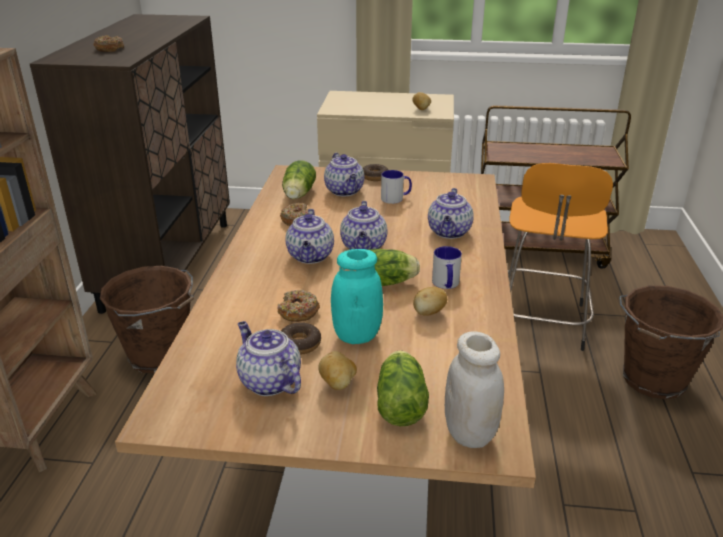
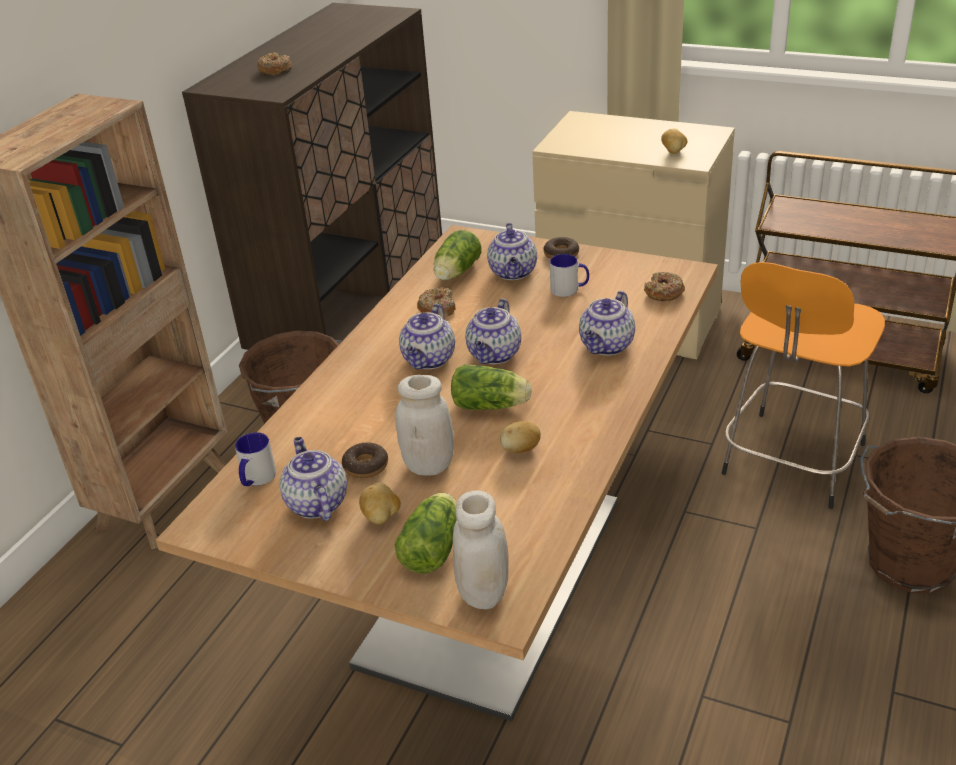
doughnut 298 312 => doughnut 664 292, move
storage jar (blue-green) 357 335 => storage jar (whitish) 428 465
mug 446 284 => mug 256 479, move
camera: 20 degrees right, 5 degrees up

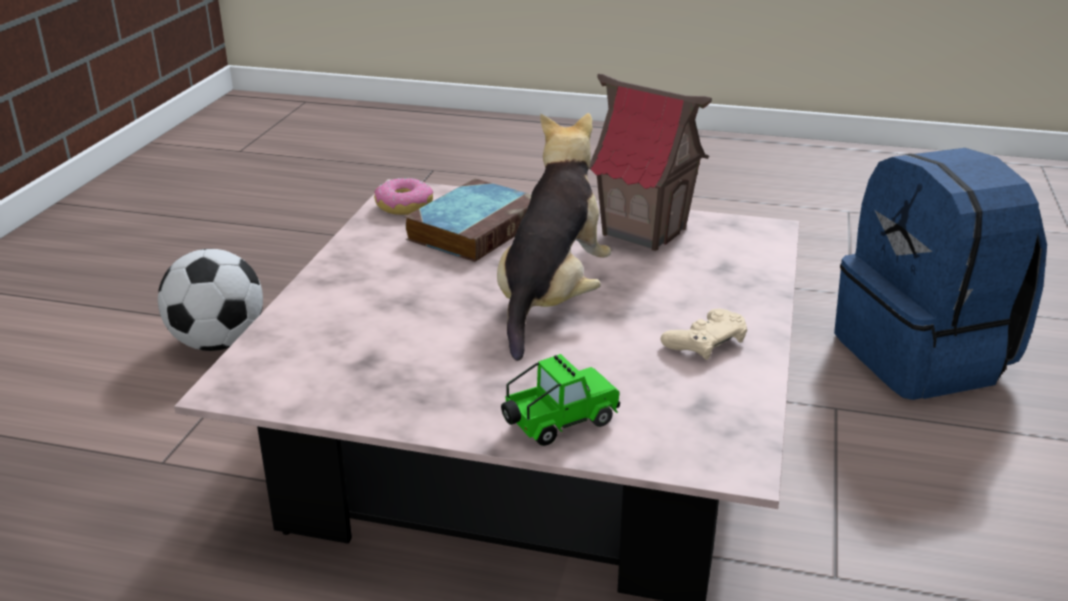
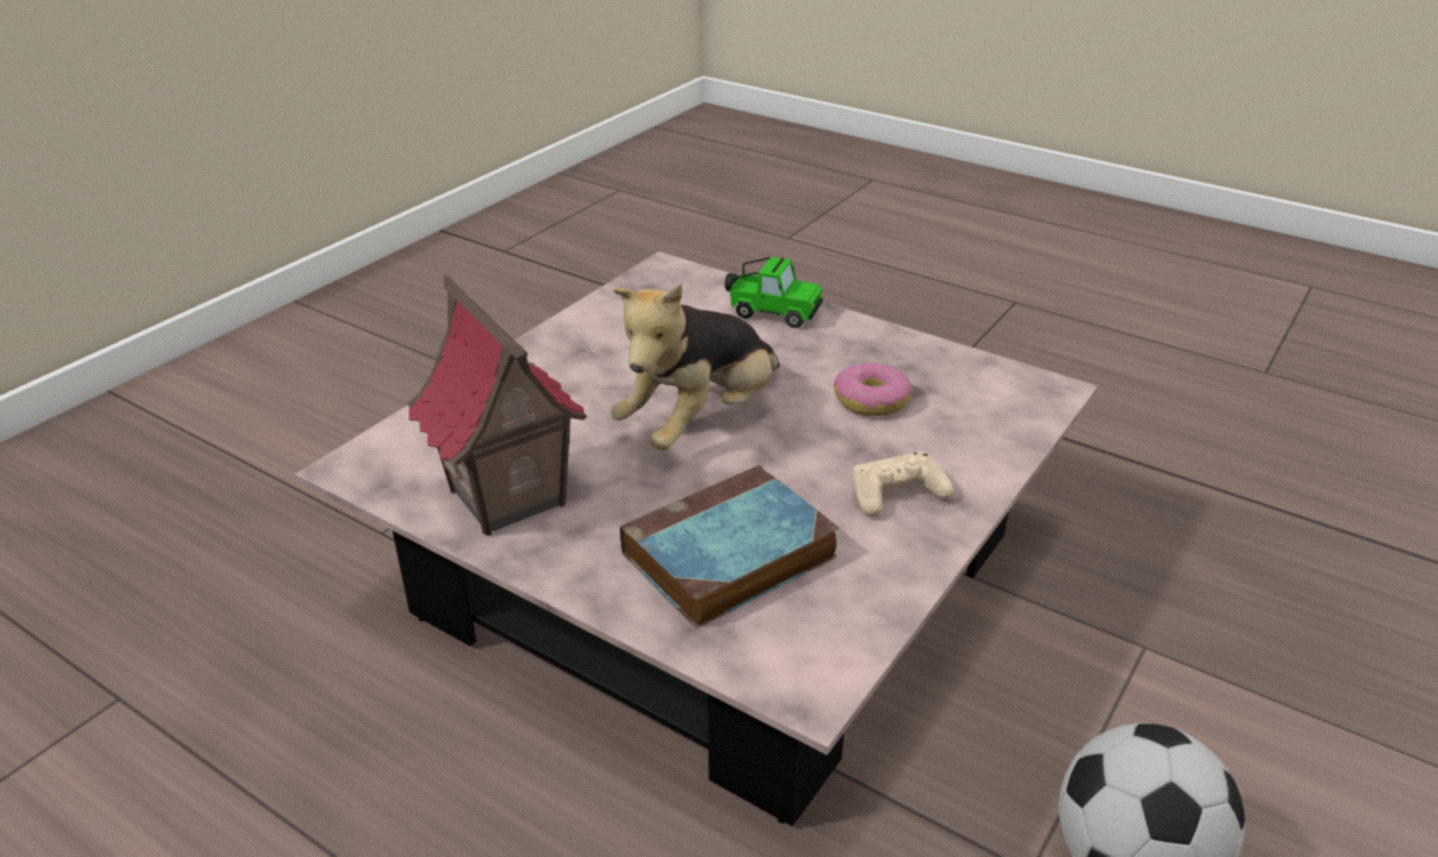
doughnut 404 206 => doughnut 871 401, move
miniature car 557 423 => miniature car 771 313, 150 degrees counterclockwise
gamepad (sand-coloured) 705 342 => gamepad (sand-coloured) 896 493, move
rucksack (blue) 924 356 => nothing
camera: 160 degrees left, 5 degrees up

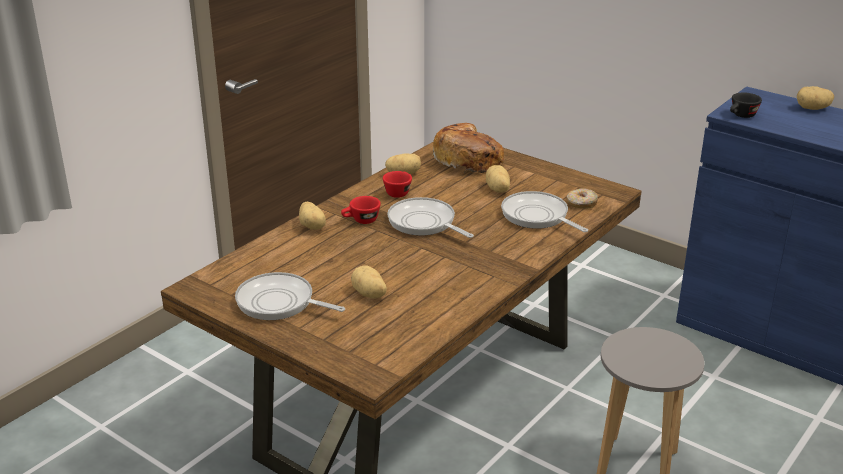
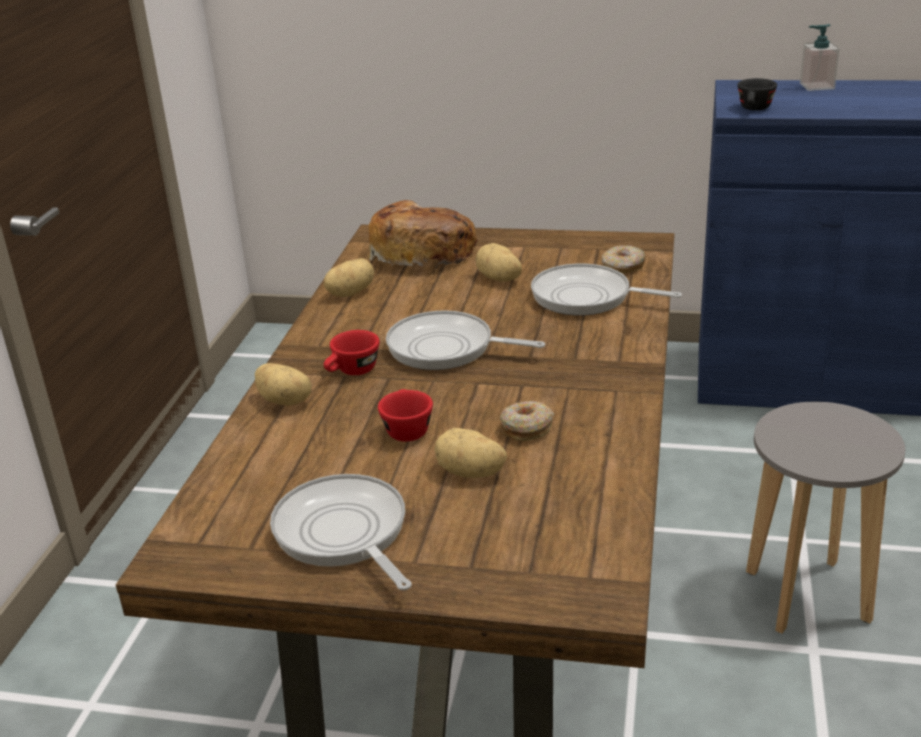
skillet 279 303 => skillet 344 534, 60 degrees clockwise
small cup (red-coloured) 398 192 => small cup (red-coloured) 406 429, move
whole potato 812 109 => soap dispenser 816 86
nothing => doughnut 526 428
camera: 25 degrees left, 0 degrees up

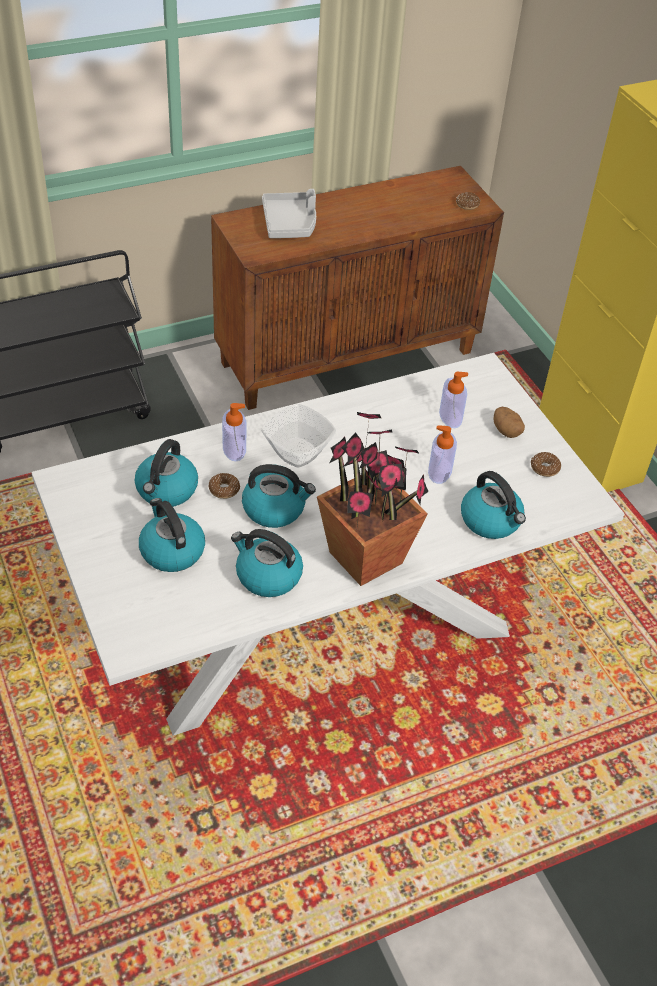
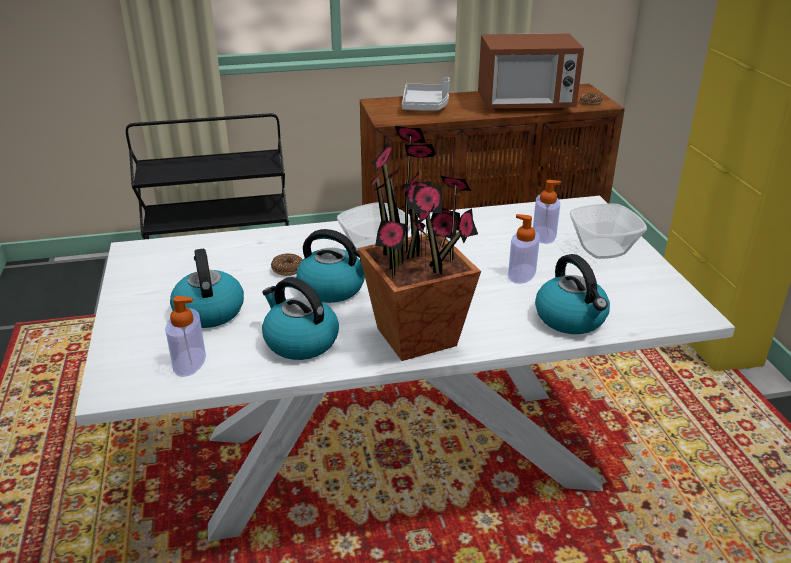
tea kettle 166 490 => nothing
soap dispenser 234 448 => soap dispenser 189 362, move
whole potato 506 431 => bowl 602 249
doughnut 545 468 => nothing
nothing => kitchen microwave 525 104
camera: 15 degrees right, 15 degrees down

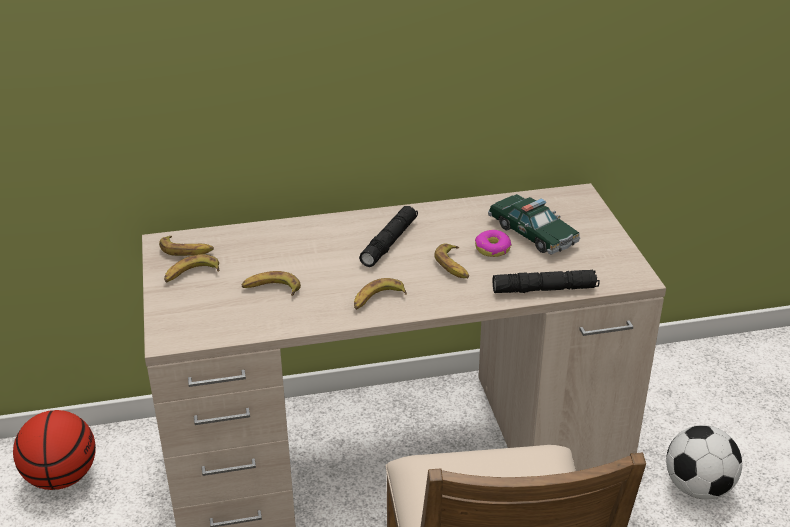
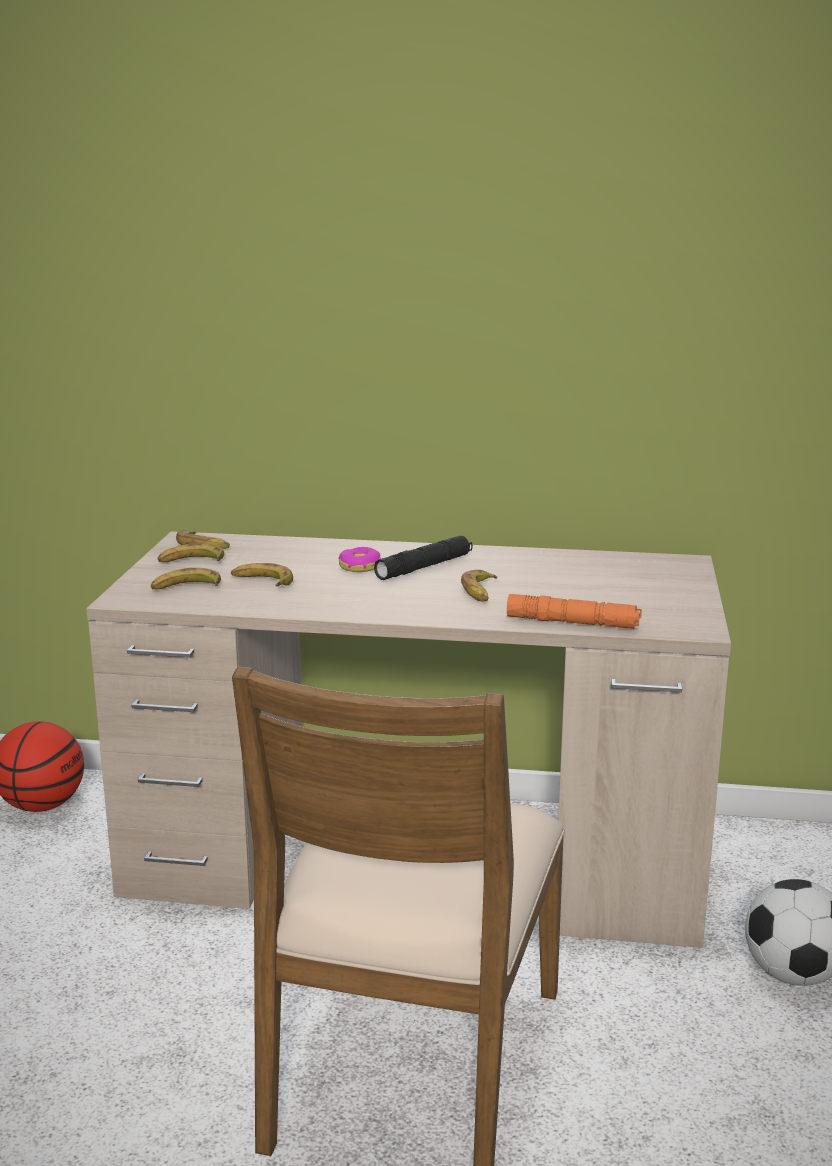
banana 378 299 => banana 186 587, move
doughnut 492 249 => doughnut 359 567, move
miniature car 532 233 => nothing
hand torch (blackish) 545 289 => hand torch (orange) 573 623
camera: 20 degrees right, 15 degrees down

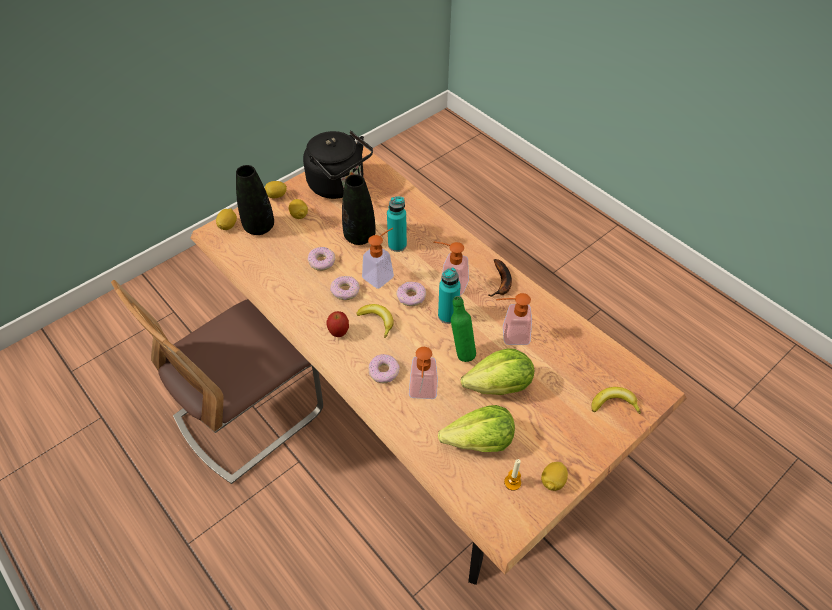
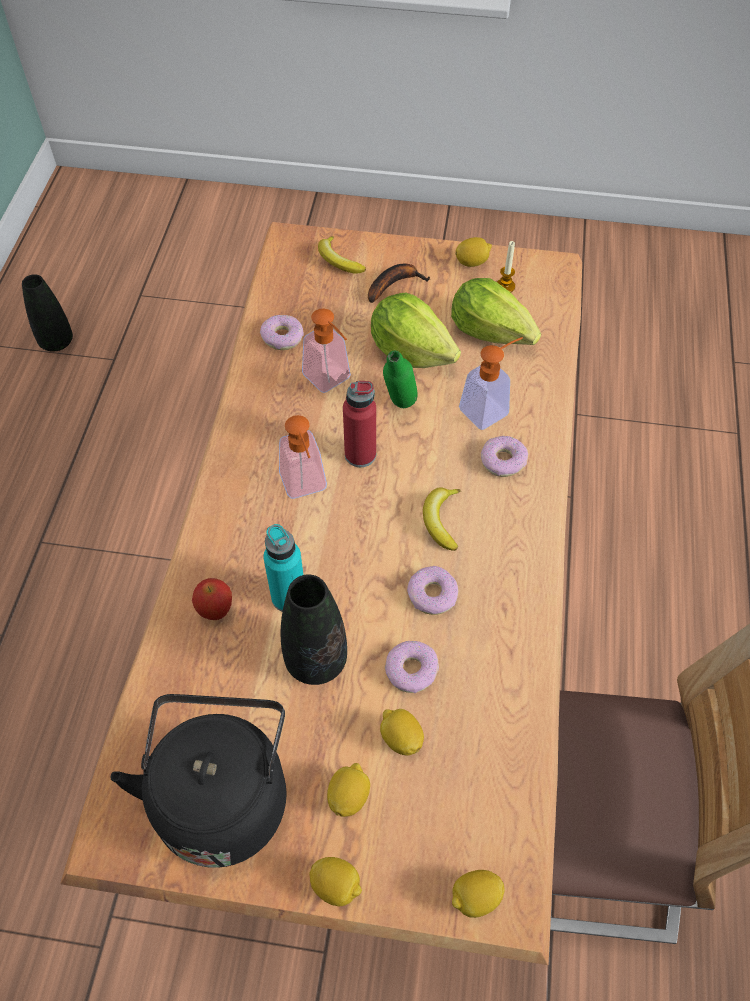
decorative vase (blackish) 259 227 => decorative vase (blackish) 56 342, move
apple fruit 339 333 => apple fruit 216 611, move
soap dispenser 381 274 => nothing
doughnut 411 297 => doughnut 282 337, move
drink bottle (blue-green) 448 315 => drink bottle (red-coloured) 360 455
banana 502 282 => banana 394 284, move
nothing => whole lemon 401 738
camera: 130 degrees left, 5 degrees up

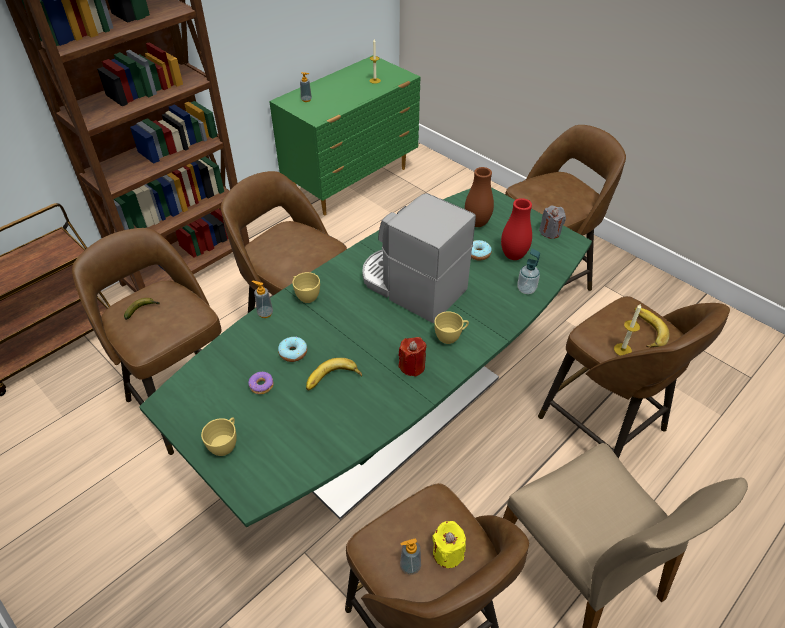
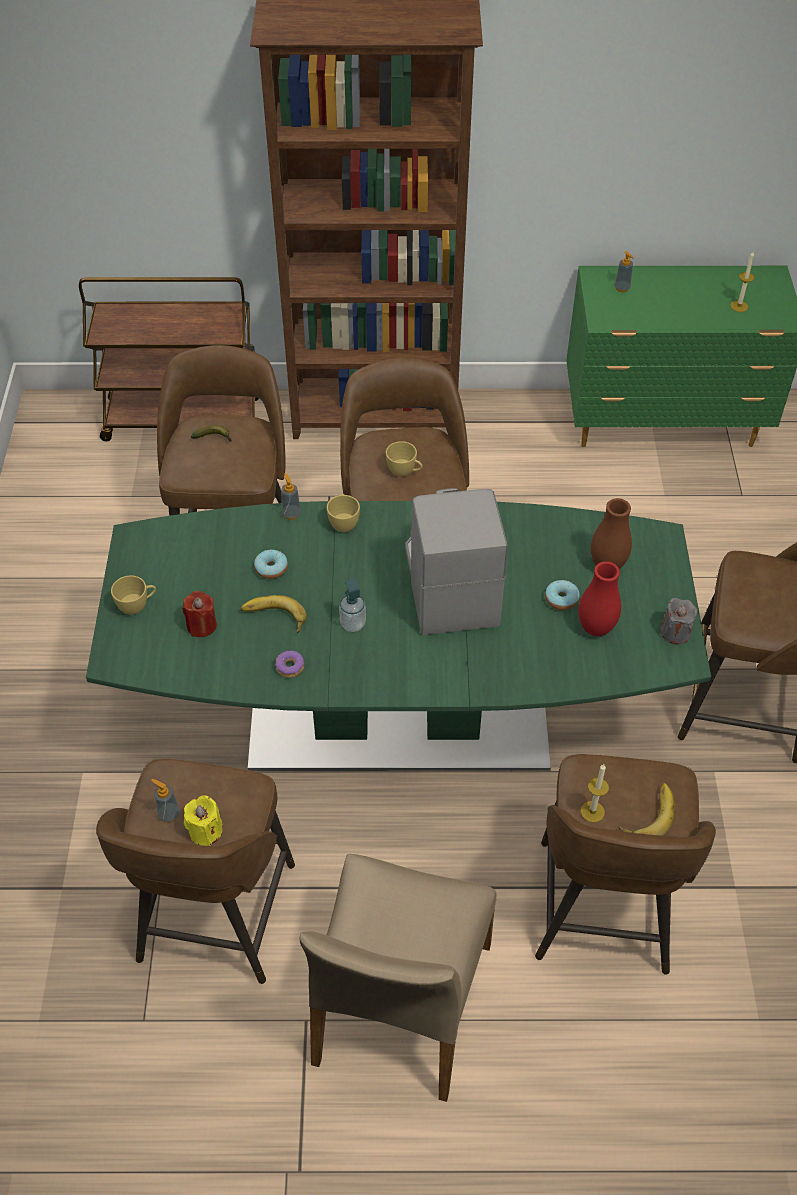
doughnut 262 386 => doughnut 290 667, move
wax candle (red-coloured) 412 366 => wax candle (red-coloured) 201 625, move
small cup (yellow-coloured) 450 337 => small cup (yellow-coloured) 404 472, move
soap dispenser 526 289 => soap dispenser 353 624, move
camera: 45 degrees right, 5 degrees up

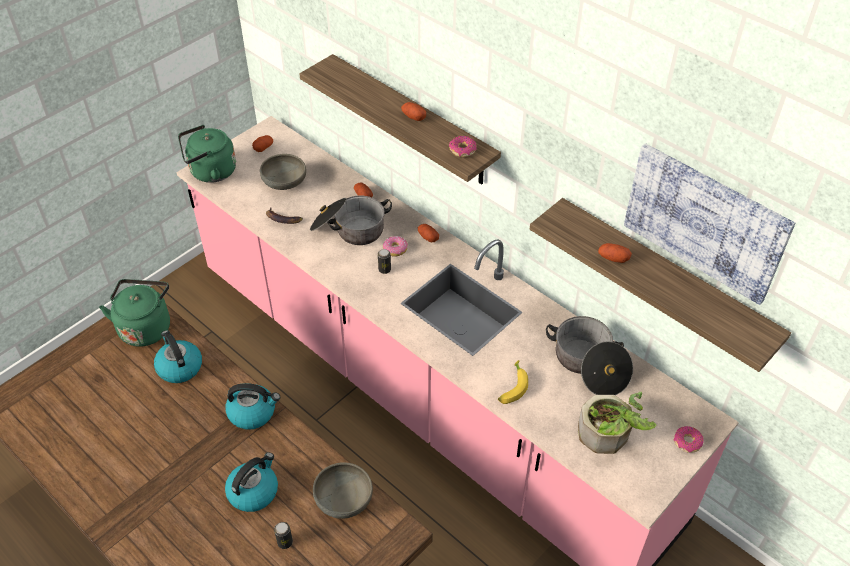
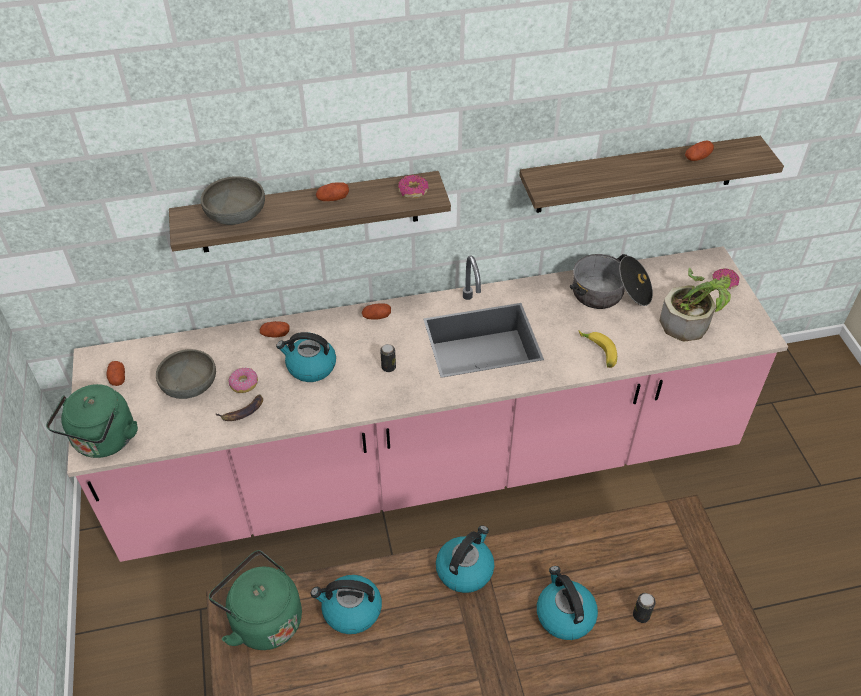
saucepot 349 229 => tea kettle 310 367
bowl (greyish) 343 499 => bowl (greyish) 236 215, move
doughnut 395 249 => doughnut 244 383, move
whole potato 613 258 => whole potato 697 157, move
wall art 705 222 => nothing
camera: 55 degrees left, 0 degrees up

